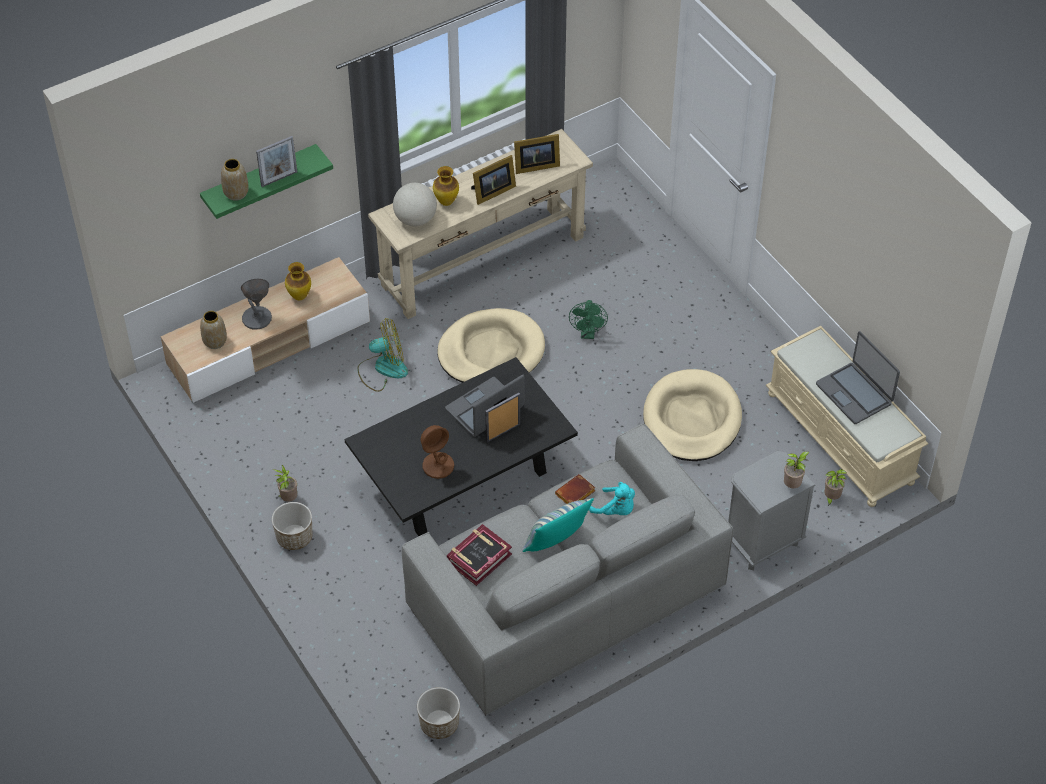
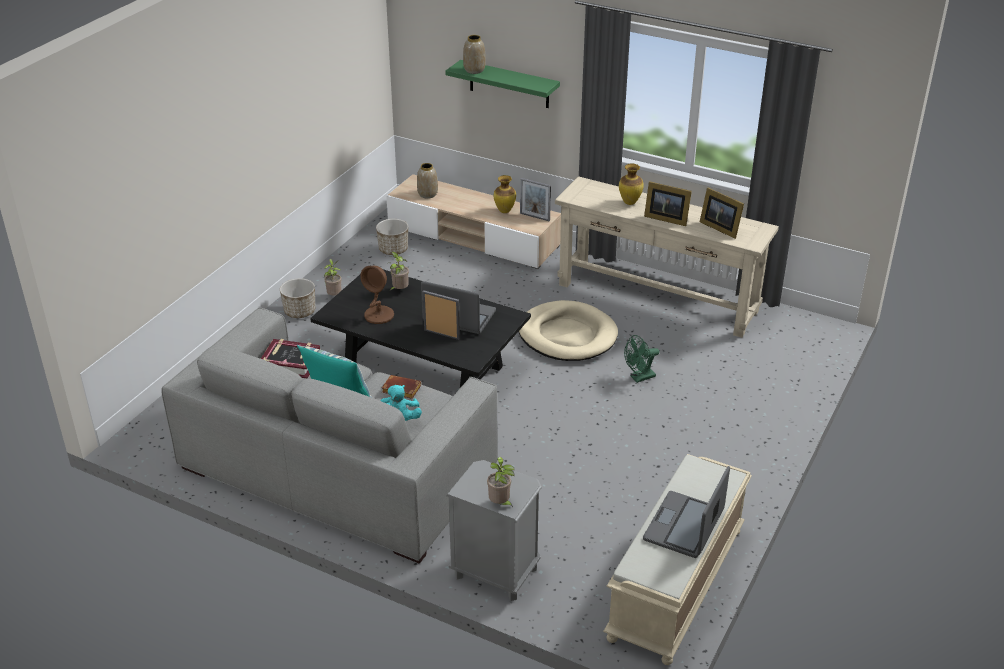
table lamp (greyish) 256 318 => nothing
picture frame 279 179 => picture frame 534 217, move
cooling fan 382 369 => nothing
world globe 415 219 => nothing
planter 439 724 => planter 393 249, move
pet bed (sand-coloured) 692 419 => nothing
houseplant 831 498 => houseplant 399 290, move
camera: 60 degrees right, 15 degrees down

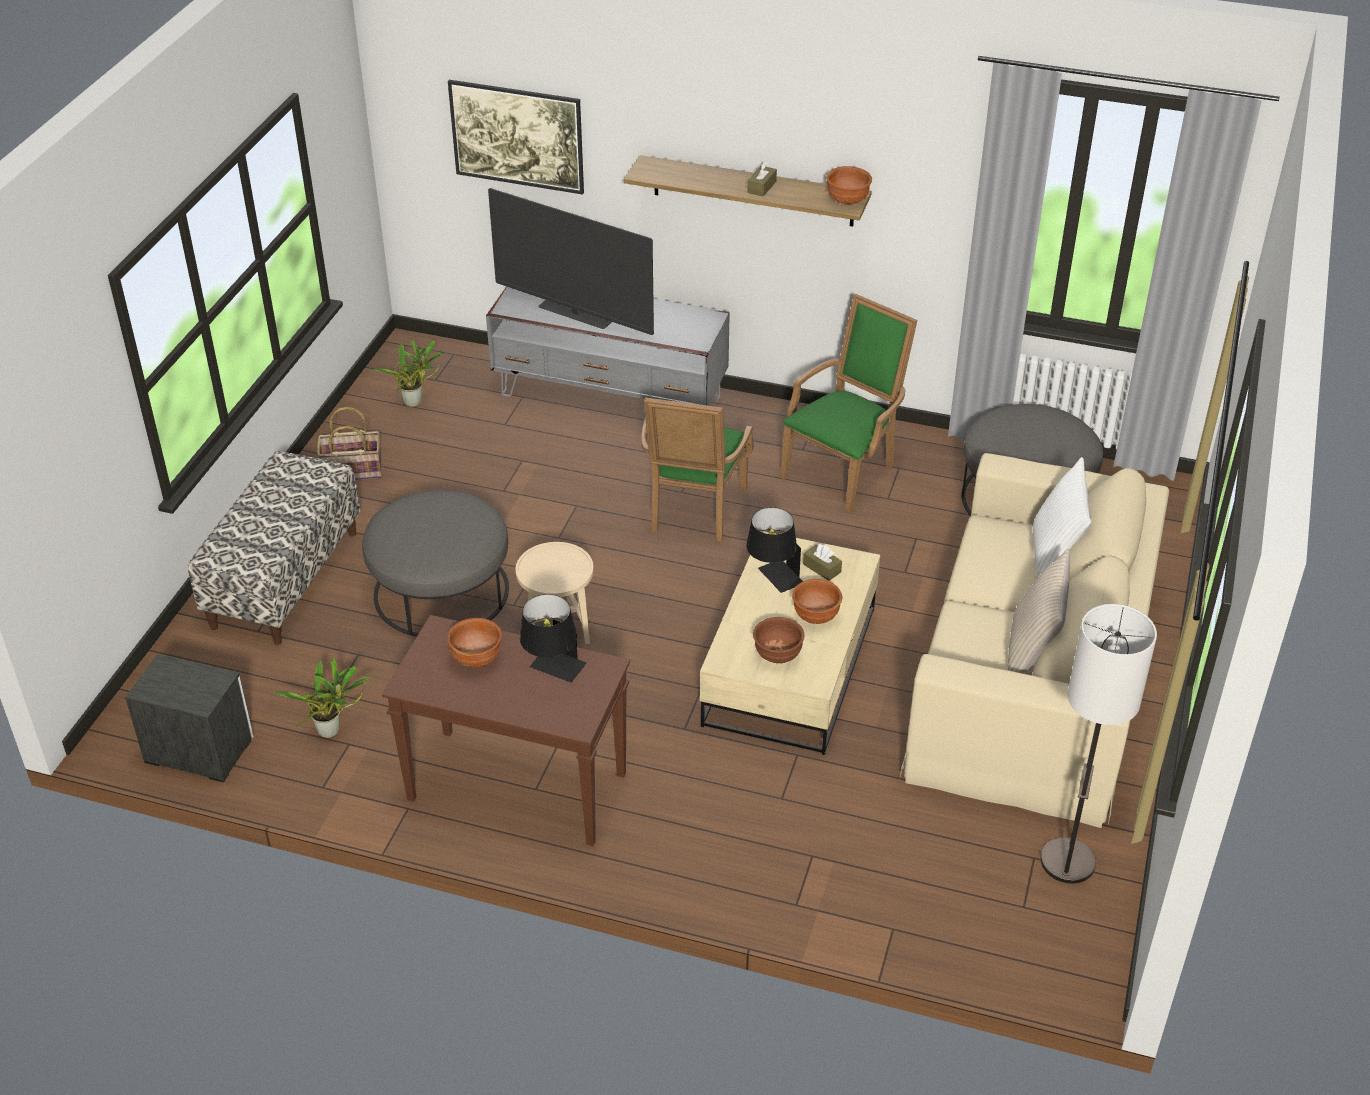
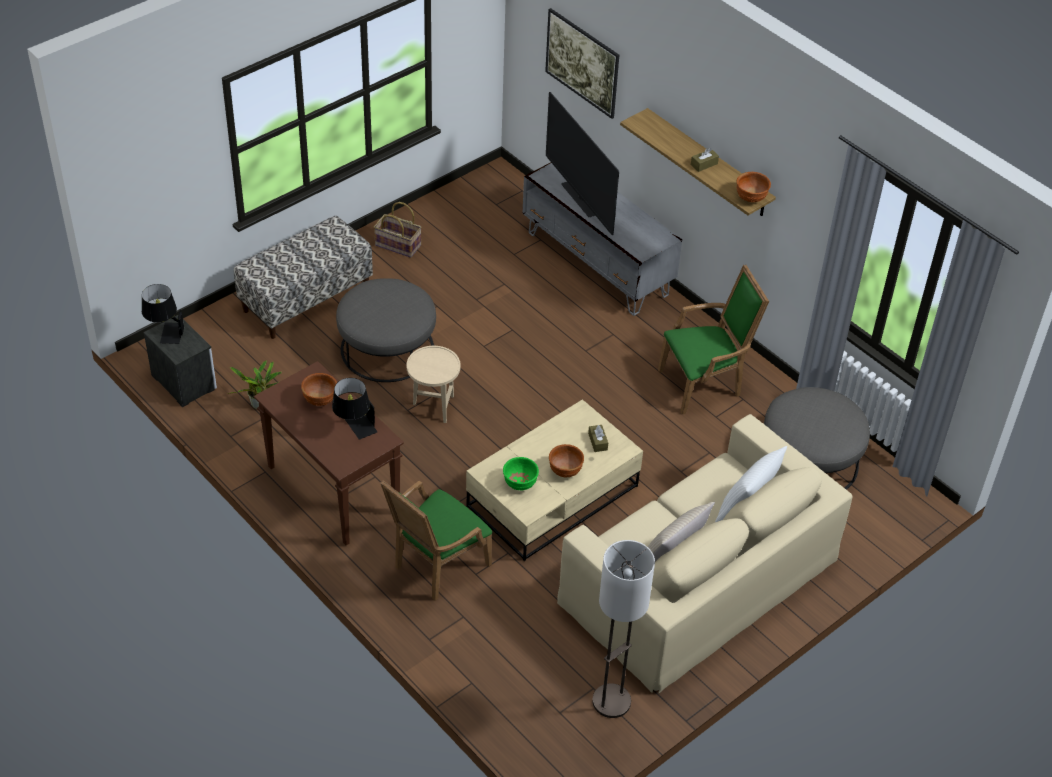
houseplant 415 402 => nothing
easy chair (green) 694 513 => easy chair (green) 436 567, move
table lamp (blackish) 773 579 => table lamp (blackish) 165 333, move
bowl (brown-coloured) 777 655 => bowl (green) 520 483
camera: 30 degrees right, 5 degrees up

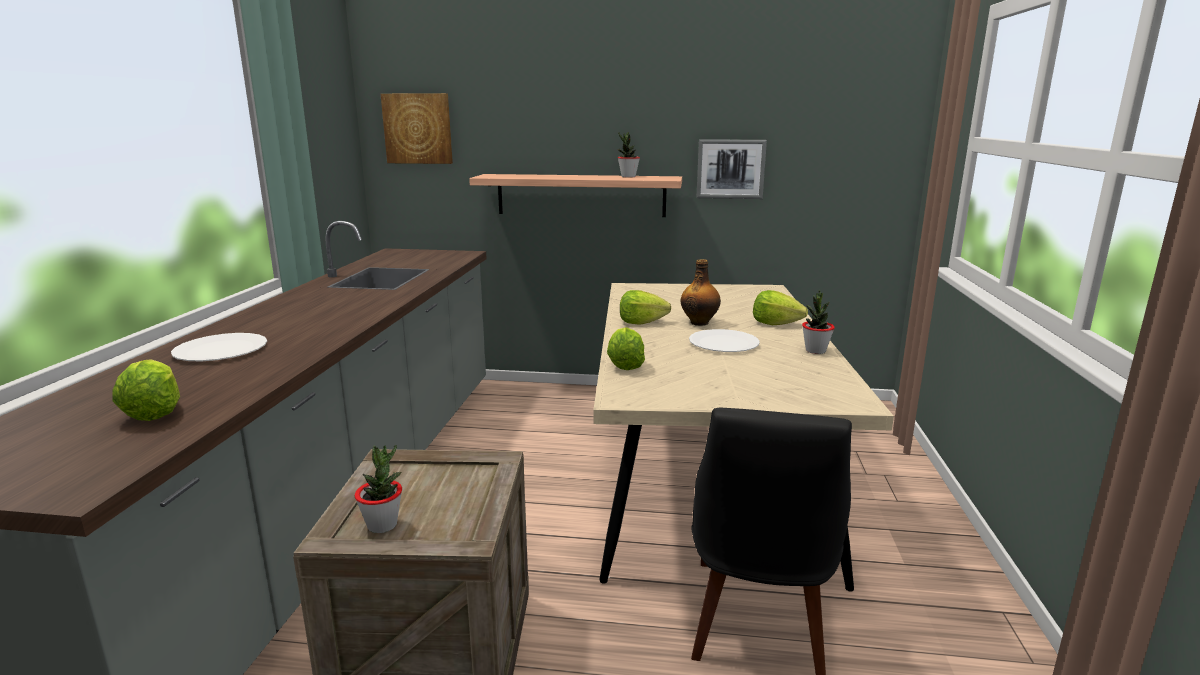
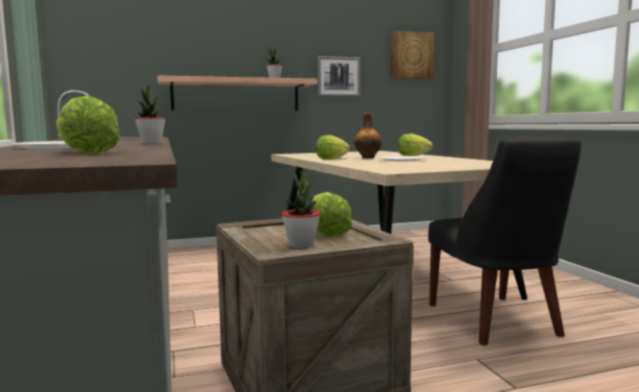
wall art 418 128 => wall art 411 55, move
head of lettuce 625 364 => head of lettuce 325 234, move
houseplant 815 351 => houseplant 151 143, move
camera: 25 degrees left, 10 degrees down

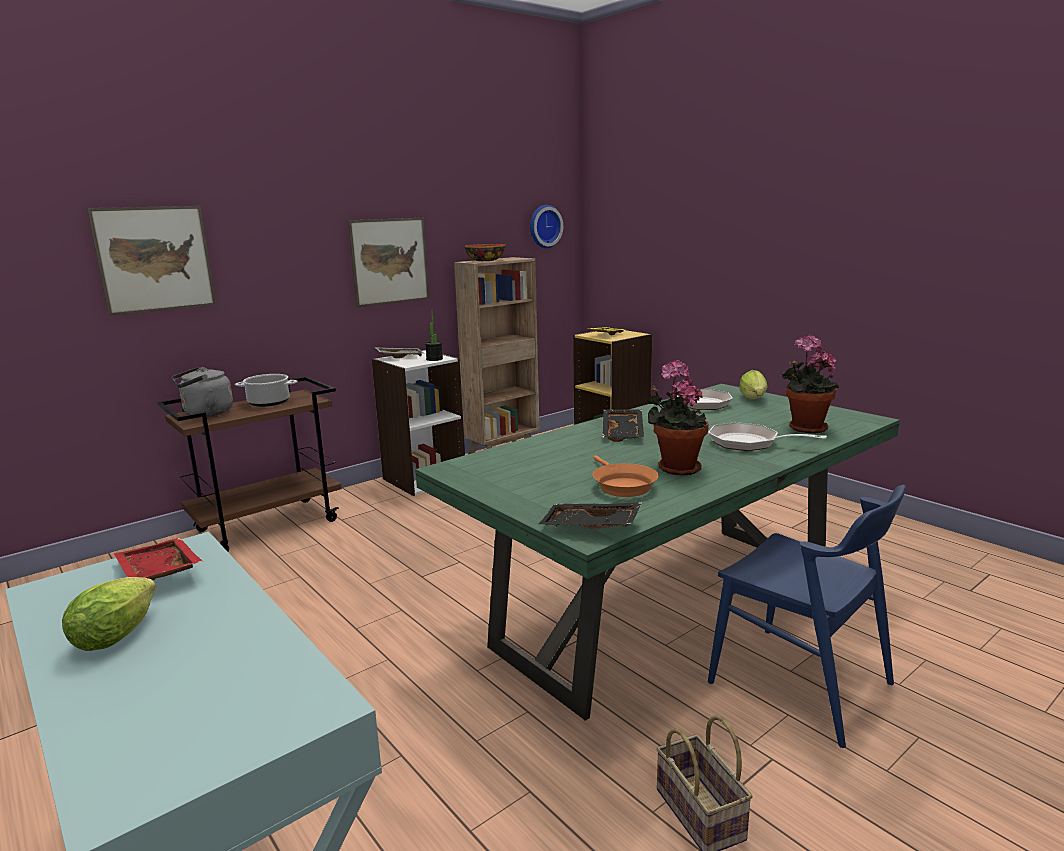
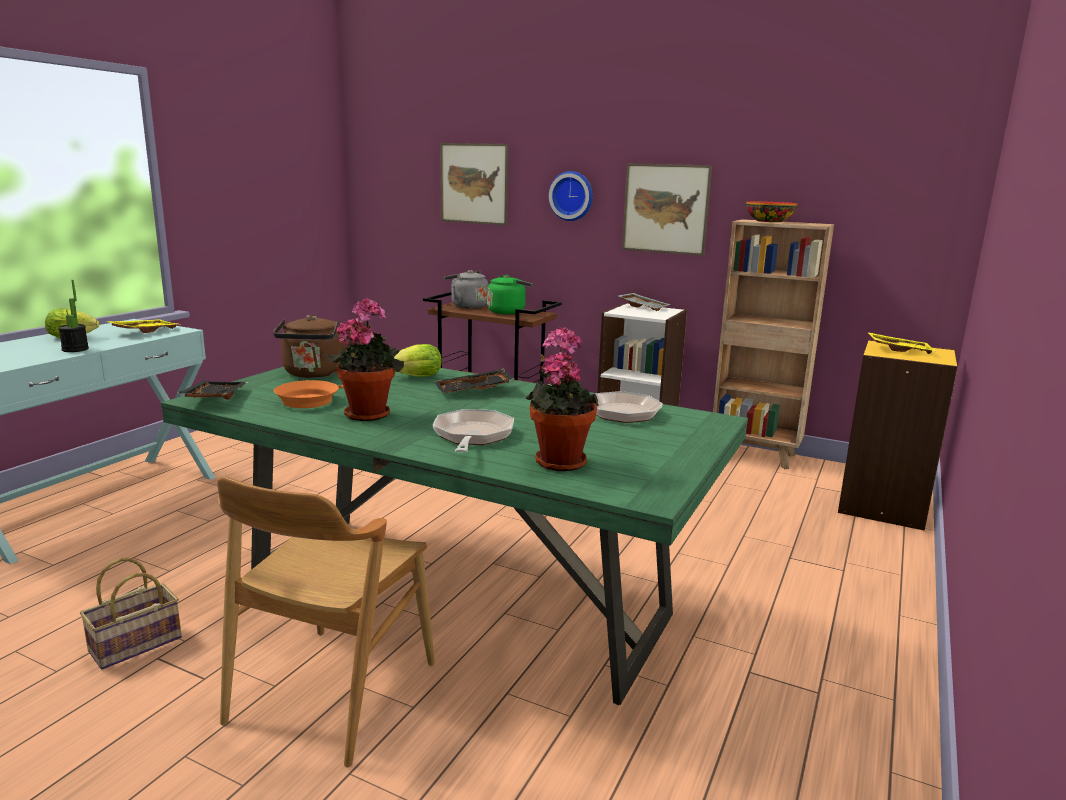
serving tray (red-coloured) 157 573 => serving tray (yellow-coloured) 144 331
saucepot 269 402 => tea kettle (green) 508 312
houseplant 434 359 => houseplant 75 349, move
hanging clock 544 226 => hanging clock 572 196, move
chair (blue) 800 683 => chair (brown-coloured) 332 692
head of lettuce 754 399 => head of lettuce 414 377, move
nothing => tea kettle (brown-coloured) 314 374
camera: 65 degrees right, 0 degrees up

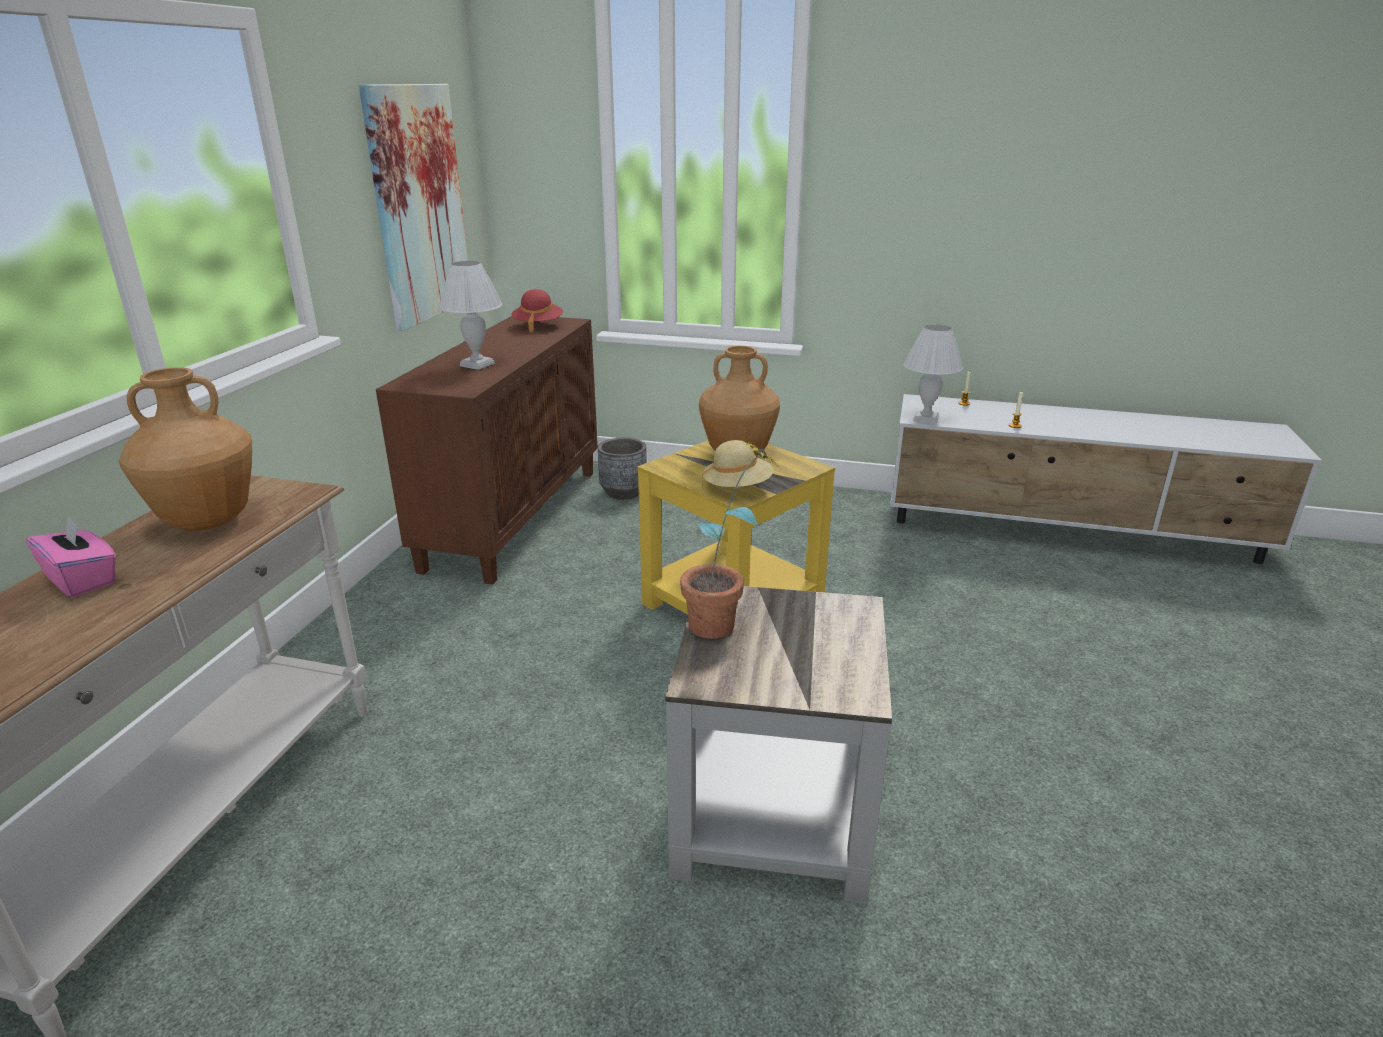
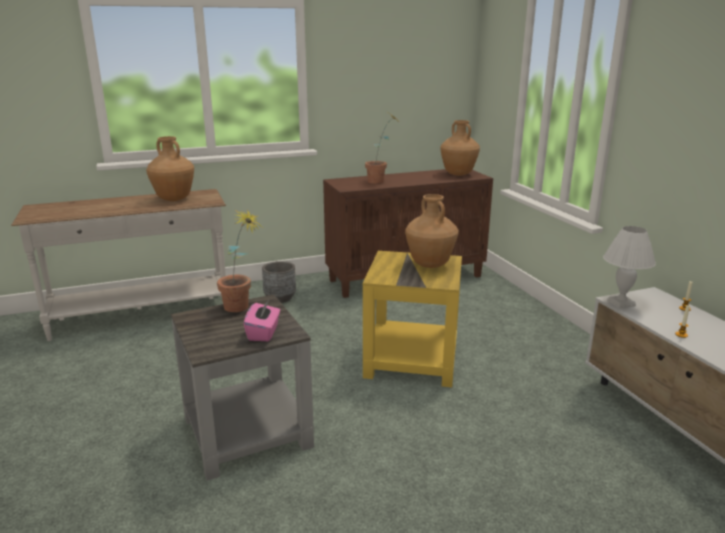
tissue box (pink) 83 580 => tissue box (pink) 263 333, move
wall art 419 205 => nothing
table lamp (whitish) 476 364 => houseplant 381 181
wearable hat (red-coloured) 538 326 => decorative vase (brown-coloured) 458 174
planter (greyish) 623 492 => planter (greyish) 280 298, move
wearable hat (sand-coloured) 737 488 => nothing
camera: 55 degrees right, 5 degrees down

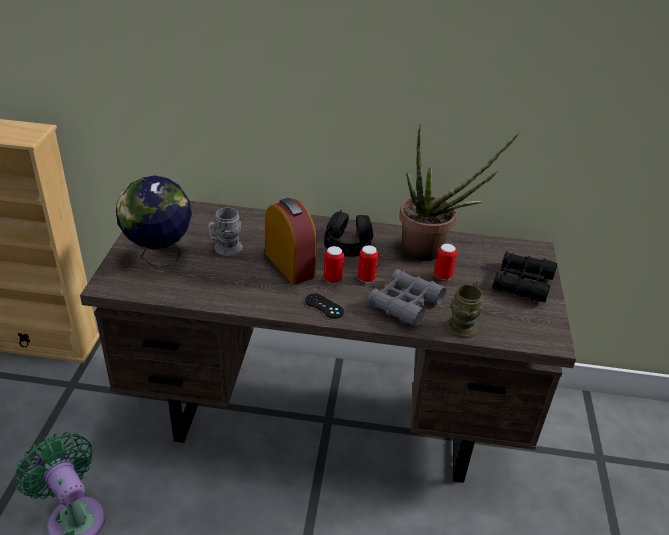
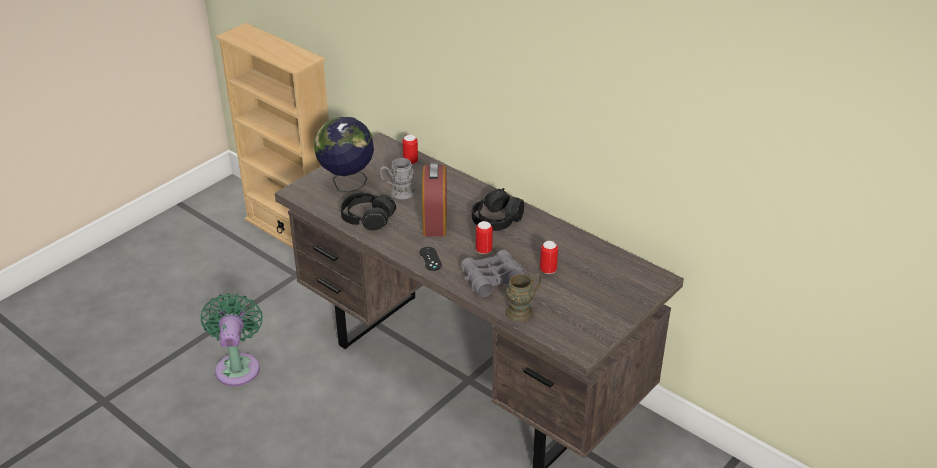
can 332 279 => can 410 162, move
houseplant 431 251 => nothing
pair of binoculars (blackish) 522 283 => nothing
nothing => headset (blackish) 367 218
camera: 35 degrees right, 0 degrees up

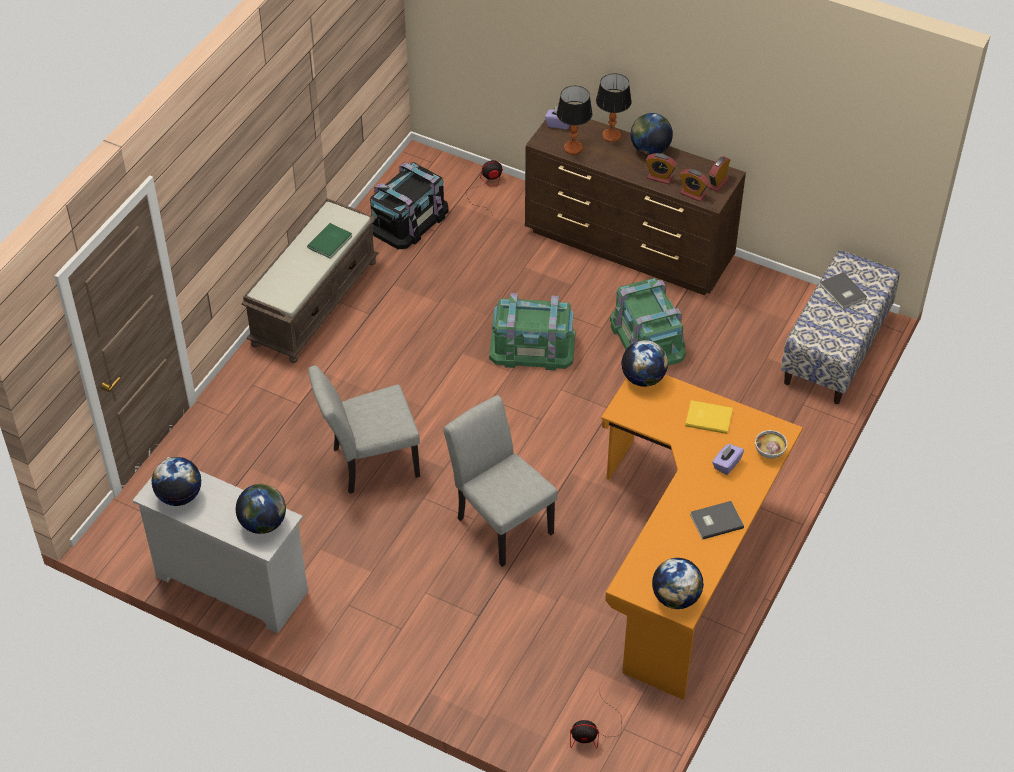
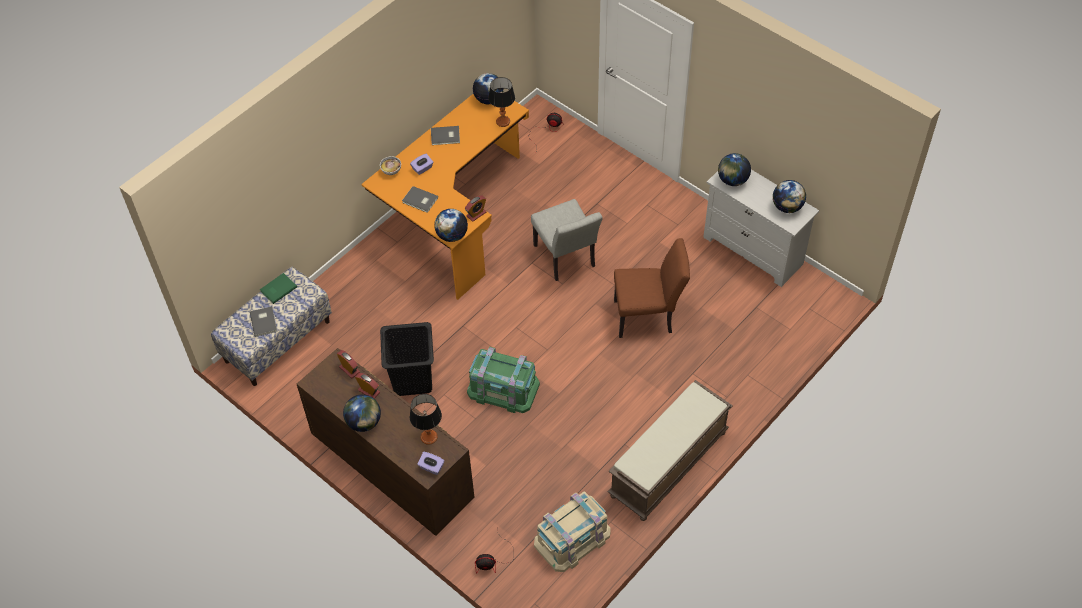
volume (green) 331 242 => volume (green) 277 289, move
chair (greyish) 368 463 => chair (brown-coloured) 648 316
storage container (blackish) 408 219 => storage container (sand-coloured) 572 538
table lamp 611 136 => table lamp 503 122, move
storage container (green) 647 337 => laundry basket (blackish) 412 379
volume (yellow-coloured) 708 417 => volume (greyish) 420 201
bedside clock 717 183 => bedside clock 476 214, move
camera: 165 degrees left, 5 degrees up

